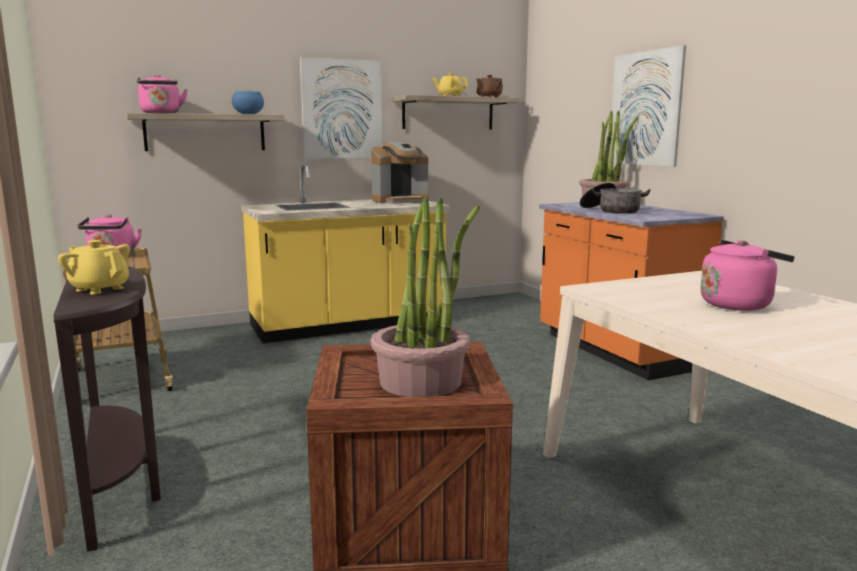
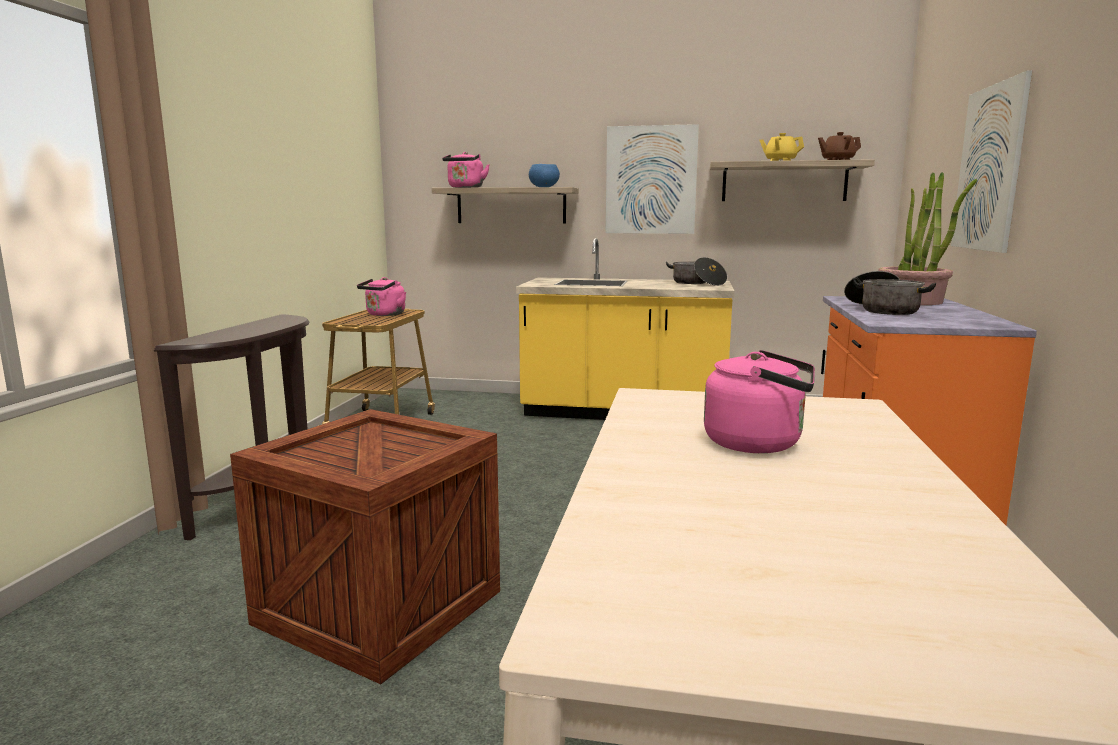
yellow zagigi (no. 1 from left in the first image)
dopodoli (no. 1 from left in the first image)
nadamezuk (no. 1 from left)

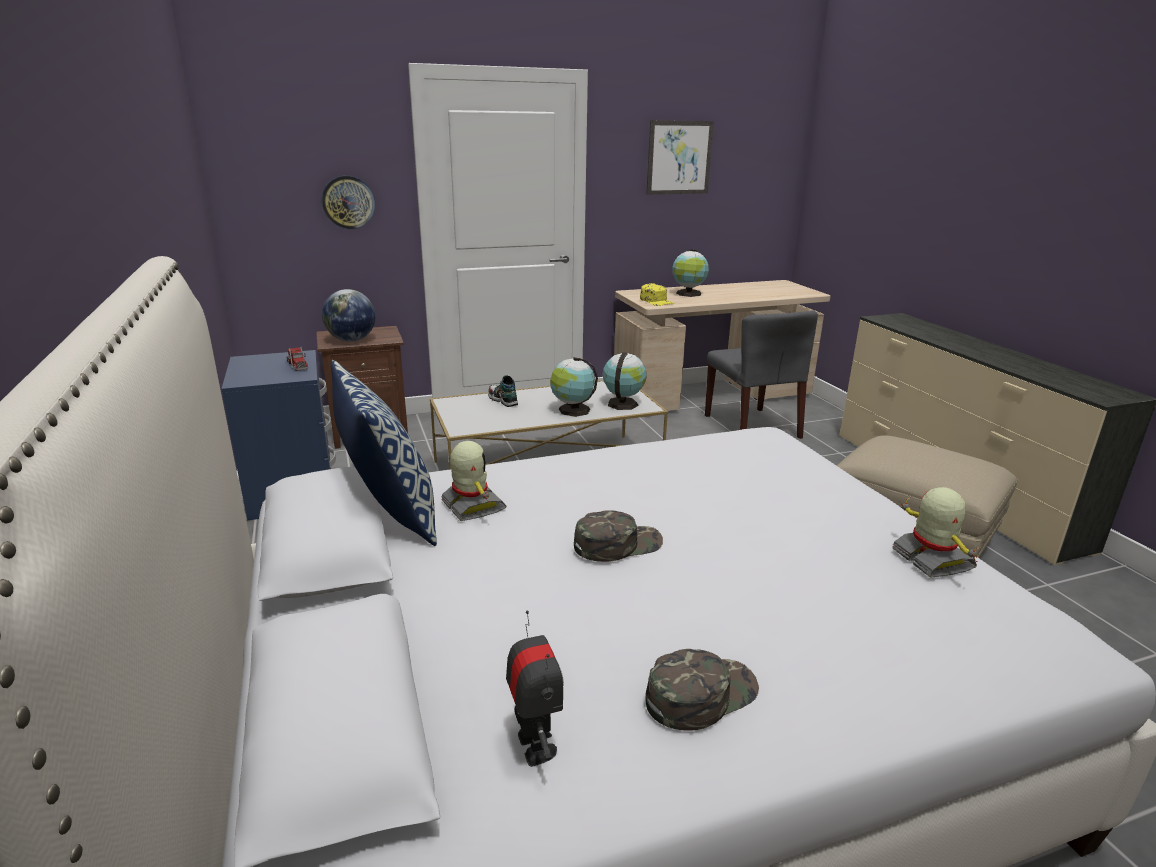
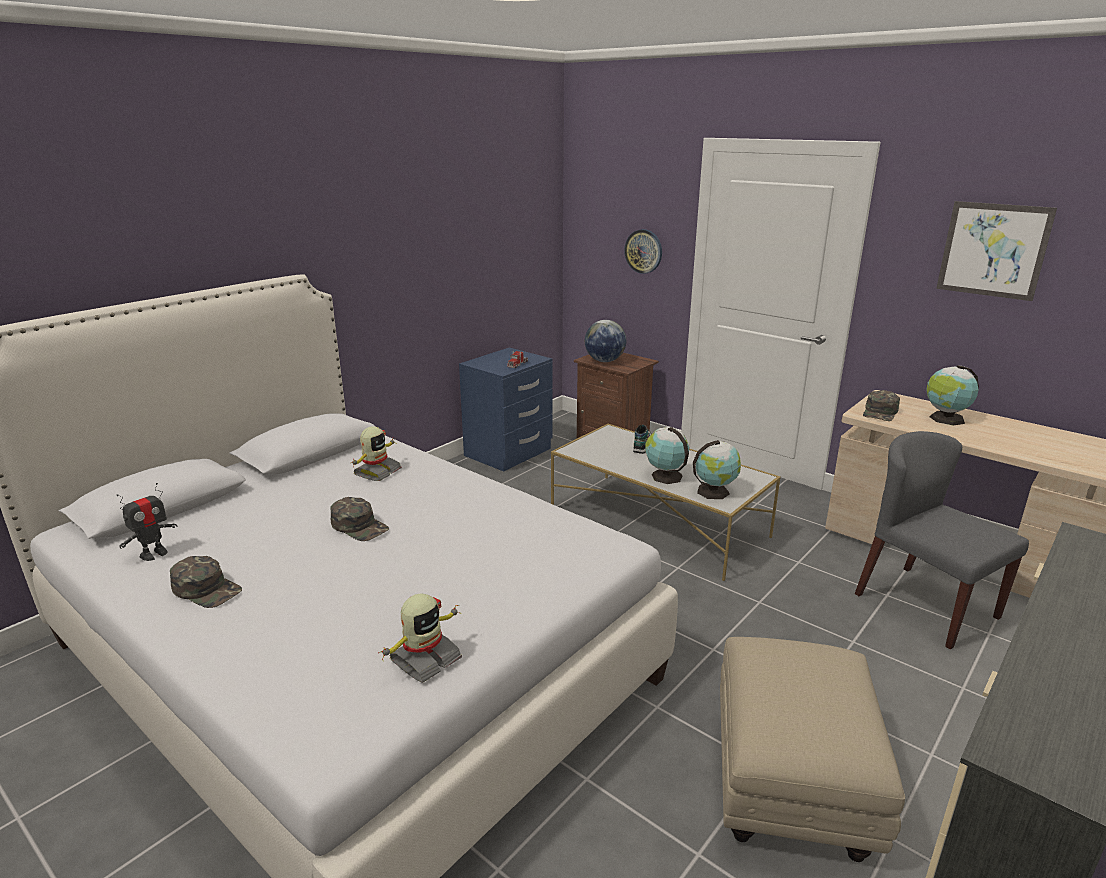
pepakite
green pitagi (no. 3 from left)
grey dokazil

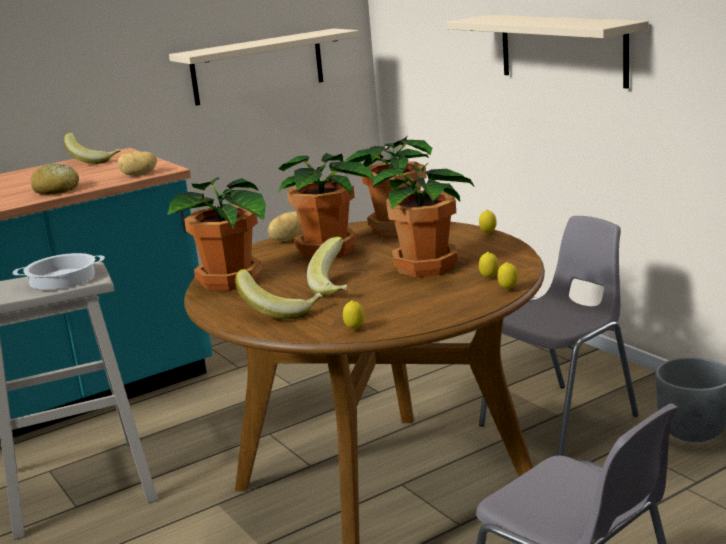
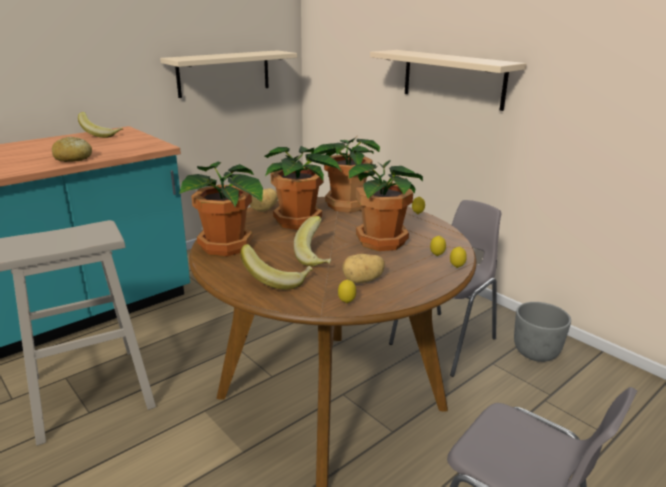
nadamezuk
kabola (no. 2 from left)

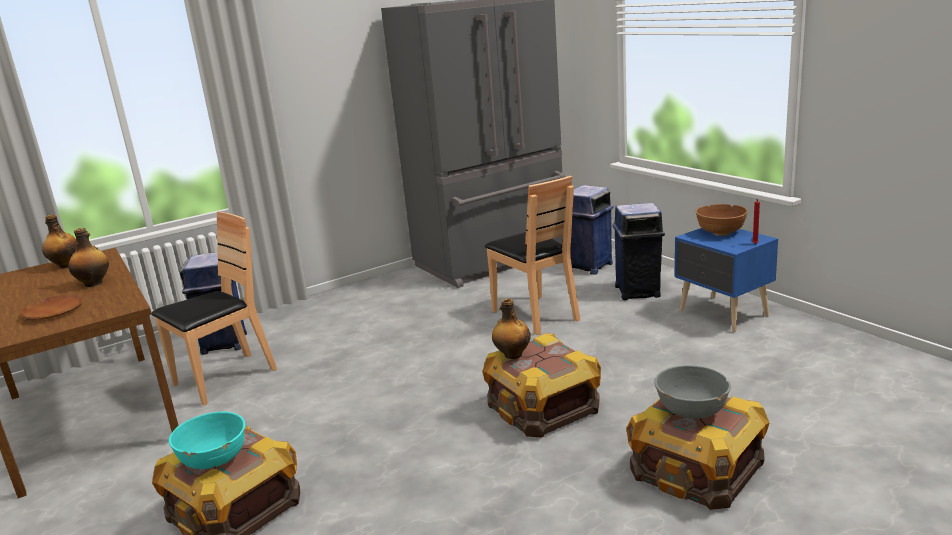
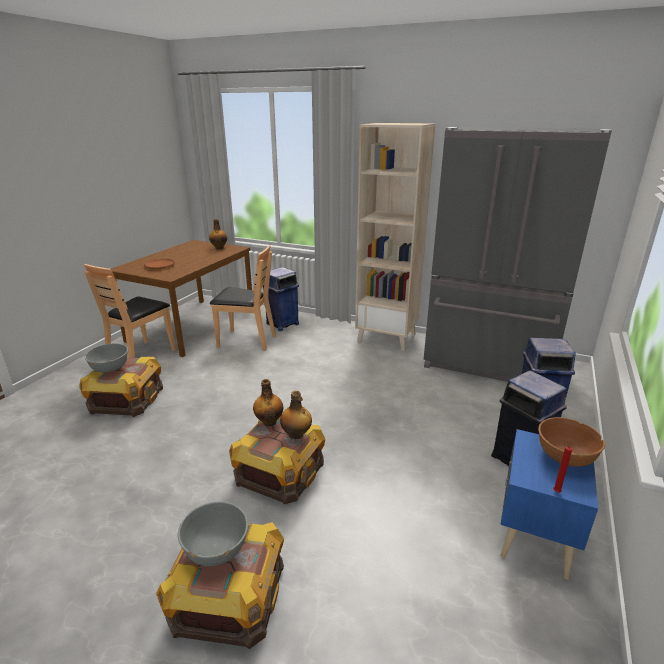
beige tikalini
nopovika (no. 3 from left)
brown dokazil (no. 1 from left)
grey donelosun (no. 1 from left)

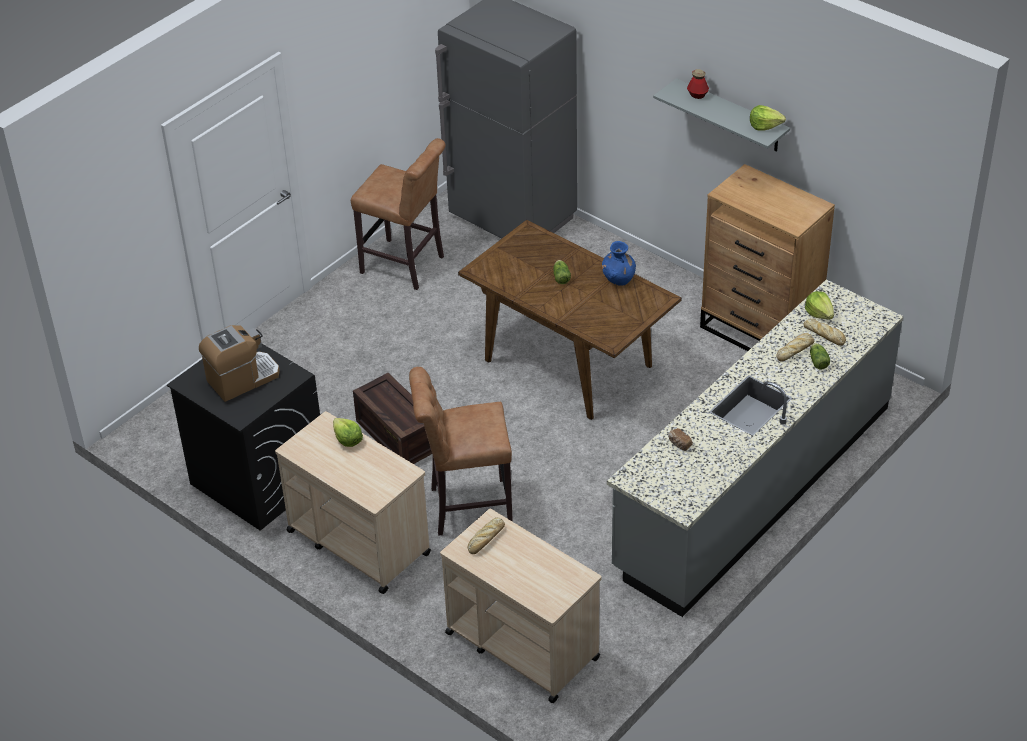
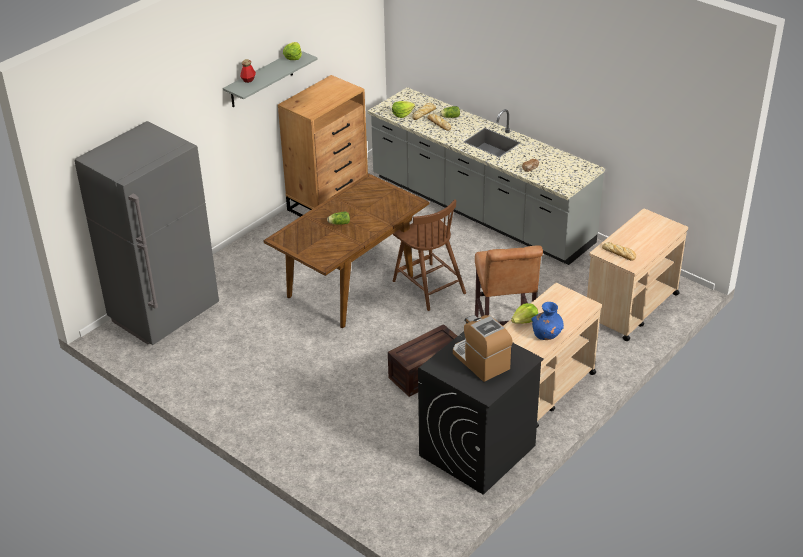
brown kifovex (no. 1 from left in the first image)
brown dokazil
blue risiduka

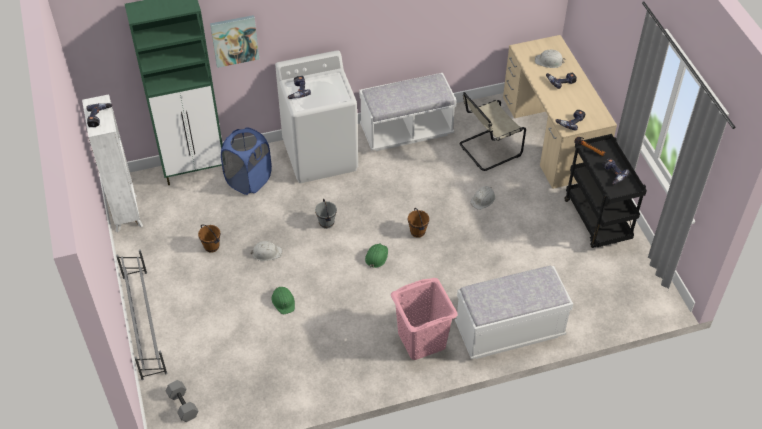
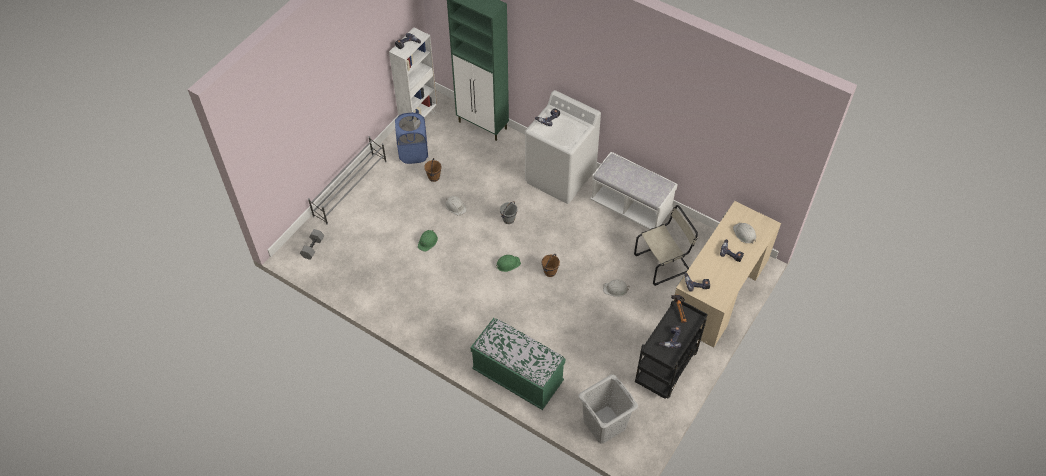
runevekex
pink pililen
grey pililen
blue pililen
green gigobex
beige dokazil

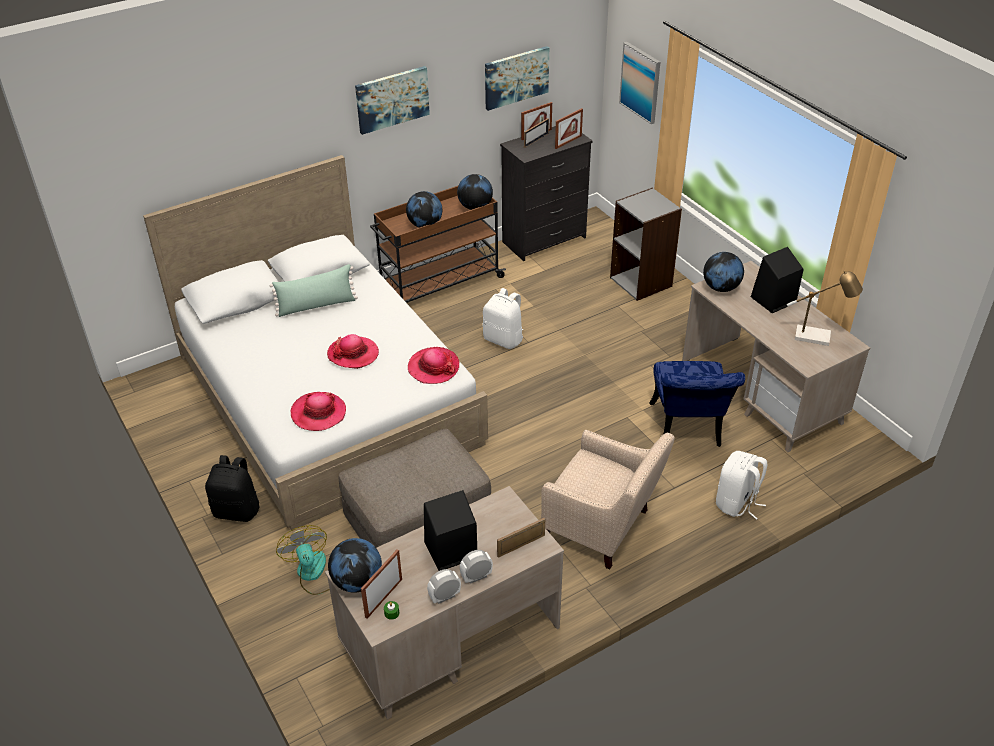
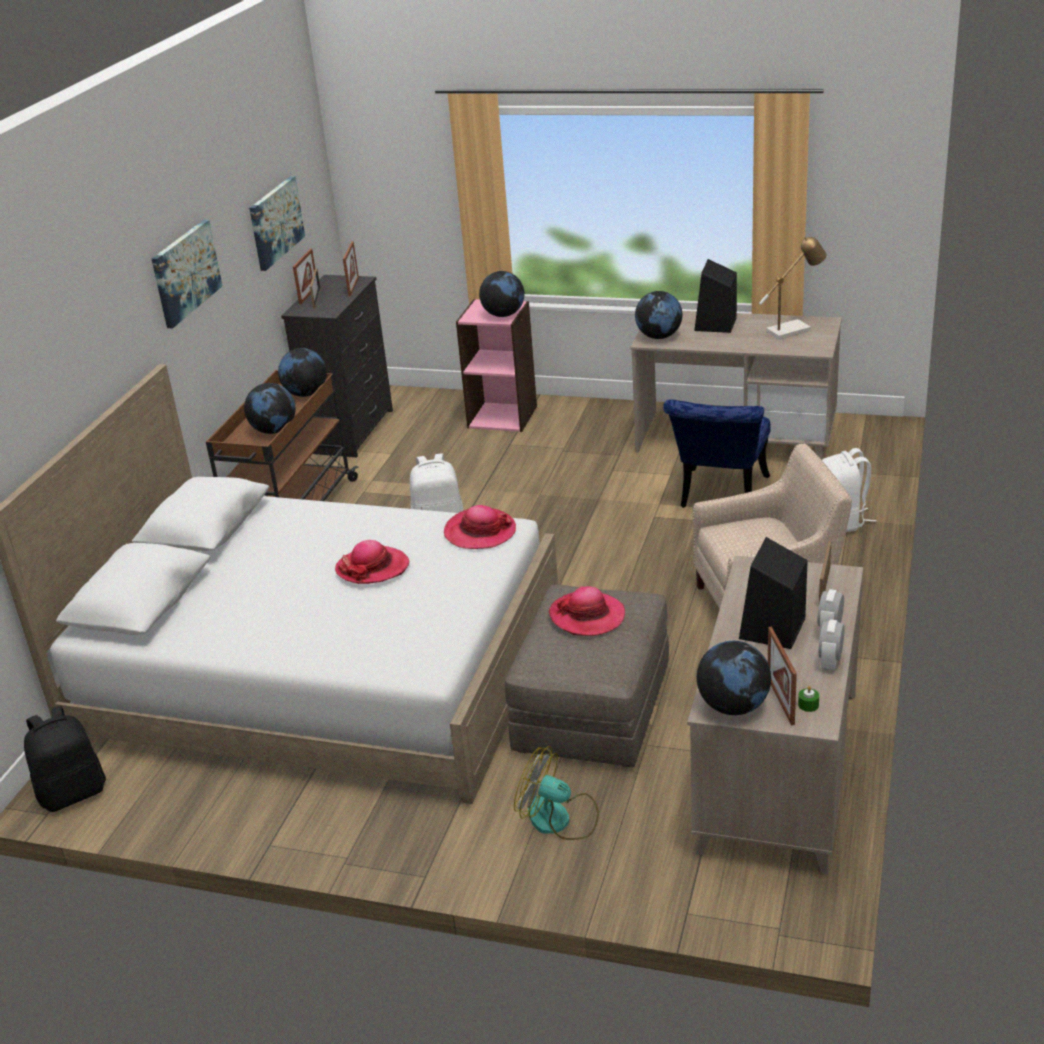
green pepakite
runevekex (no. 3 from left in the first image)
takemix (no. 3 from left)
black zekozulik
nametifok (no. 3 from left)
pink tikalini
blue dokazil

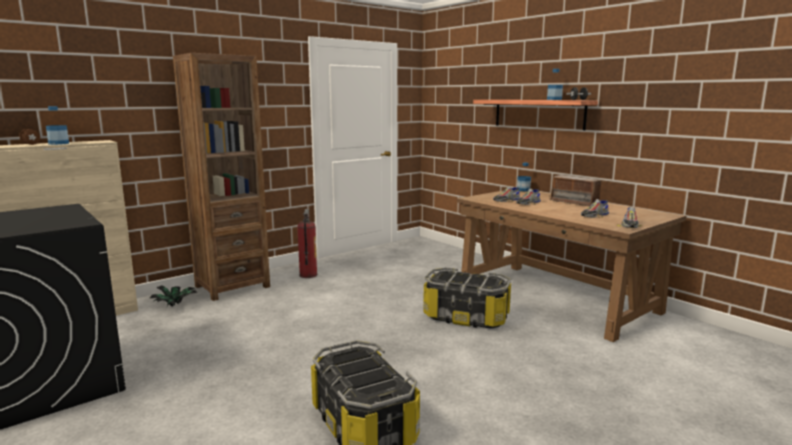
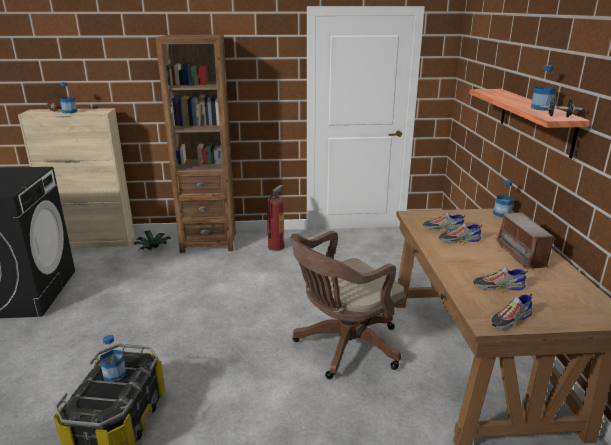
nopovika (no. 2 from left)
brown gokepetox

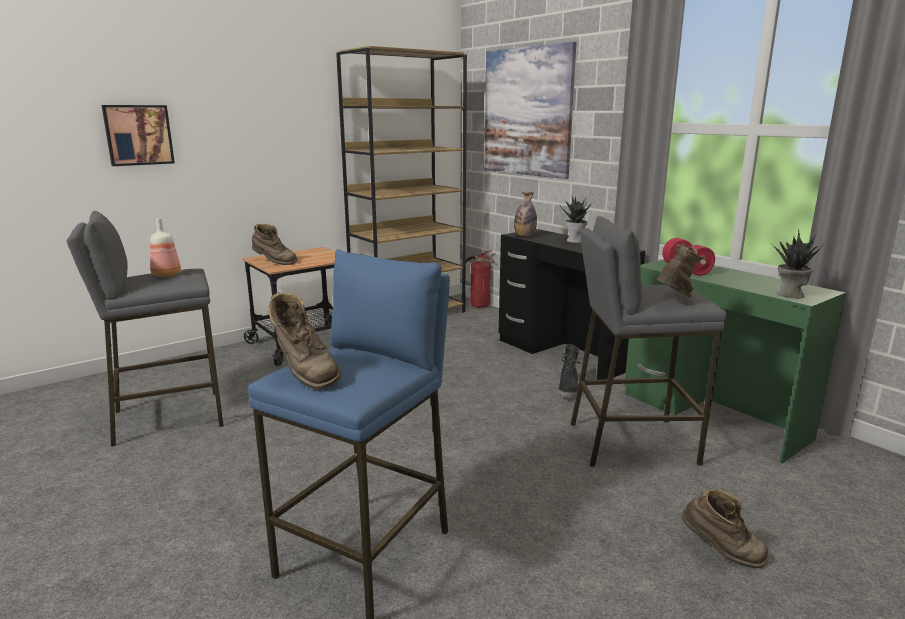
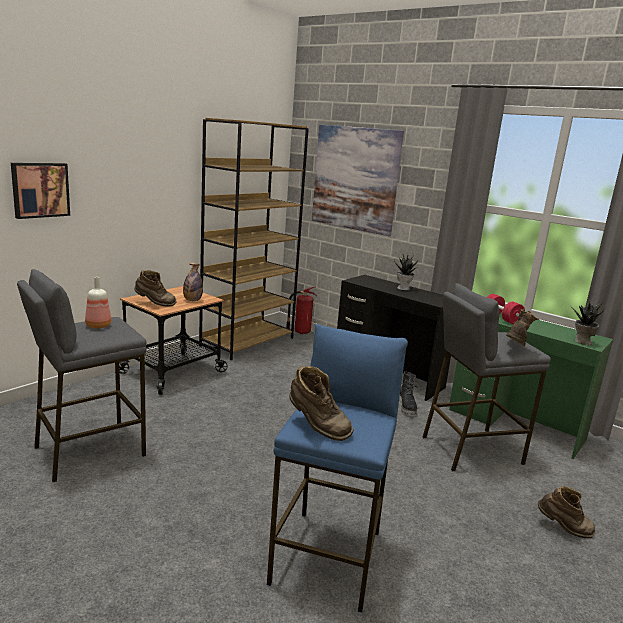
nopovika (no. 2 from left)

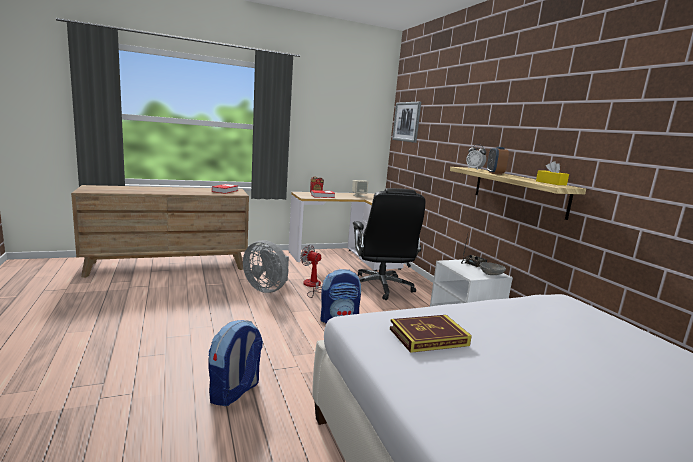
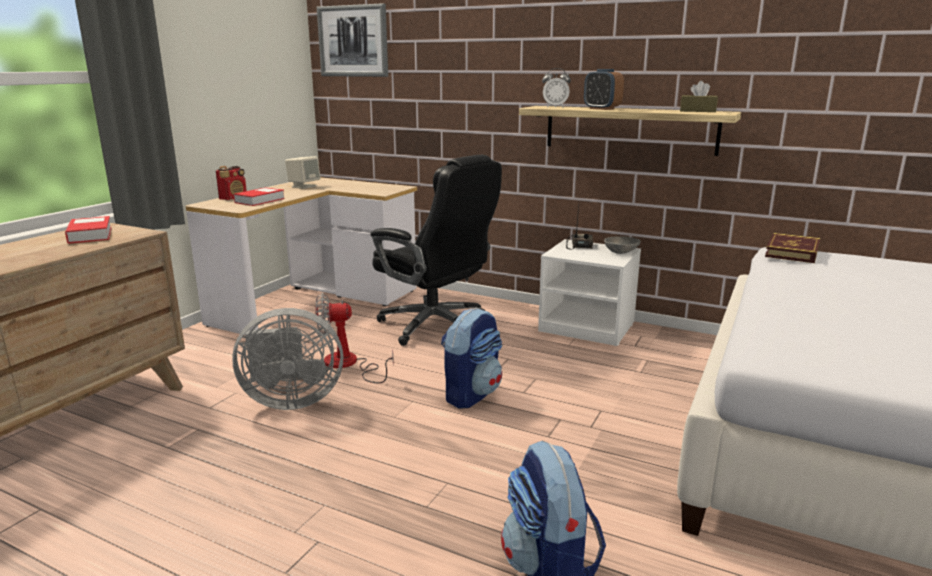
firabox (no. 3 from left)
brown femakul

